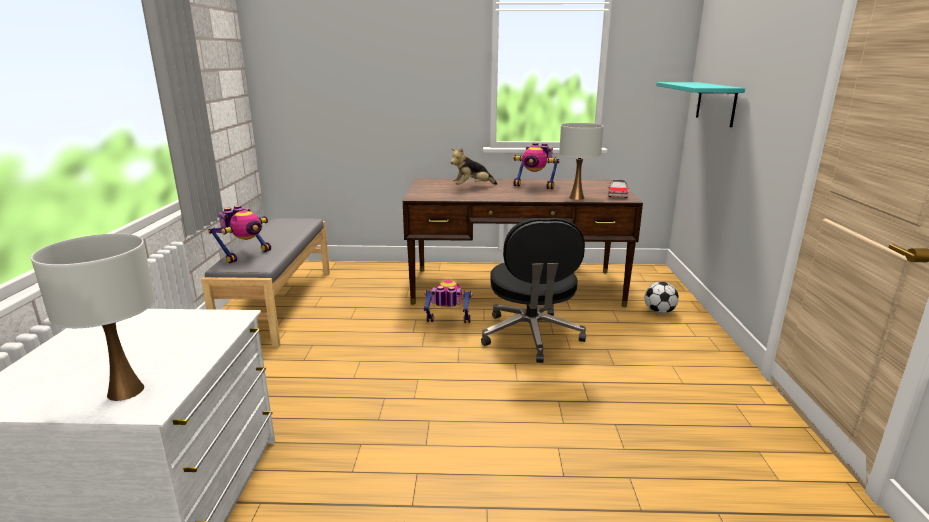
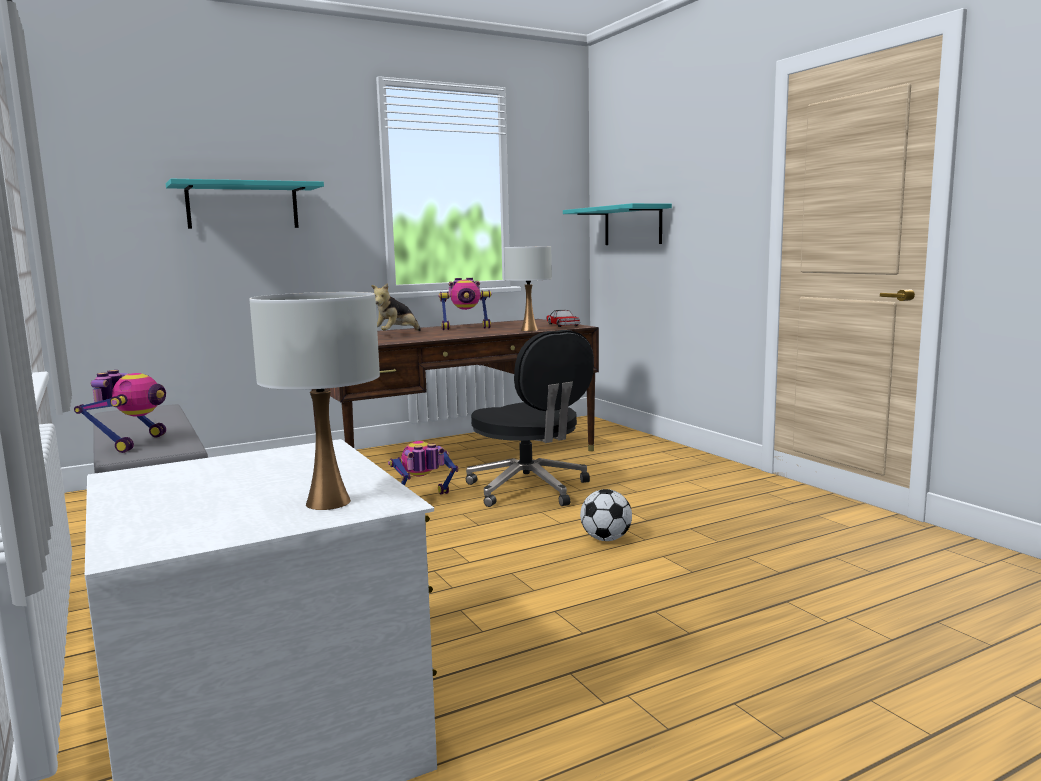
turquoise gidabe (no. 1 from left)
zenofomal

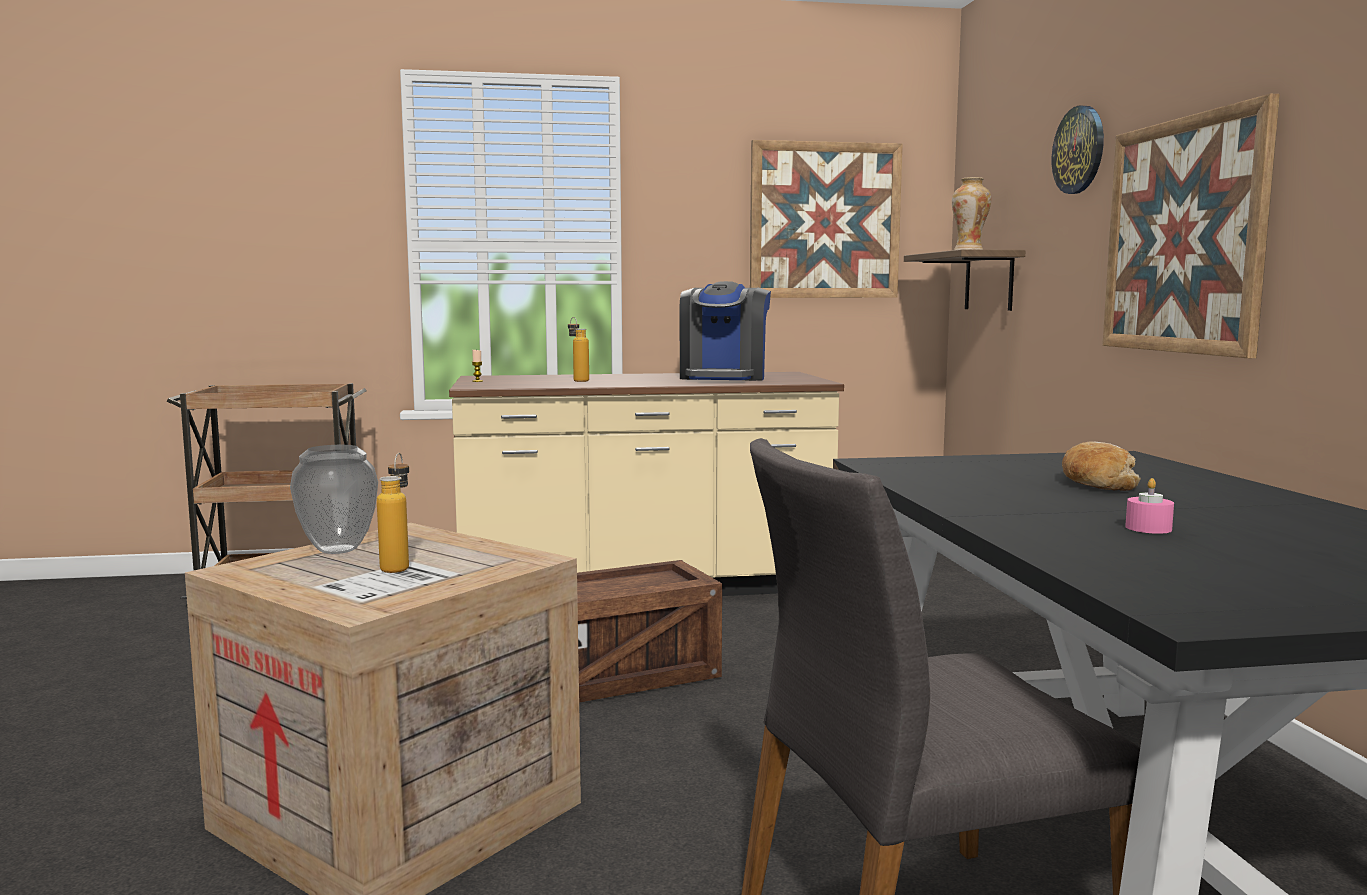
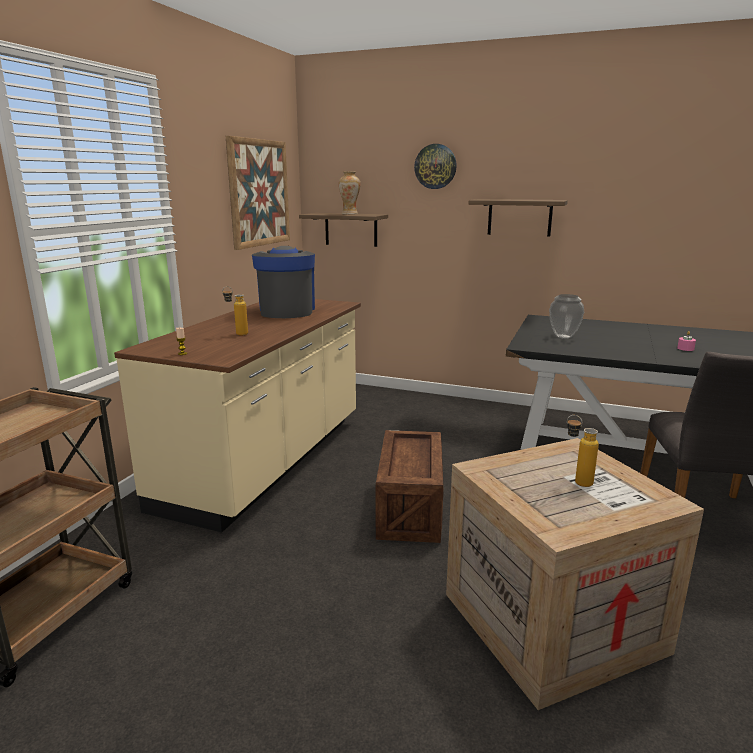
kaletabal
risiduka (no. 2 from left)
gidabe (no. 2 from left)
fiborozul

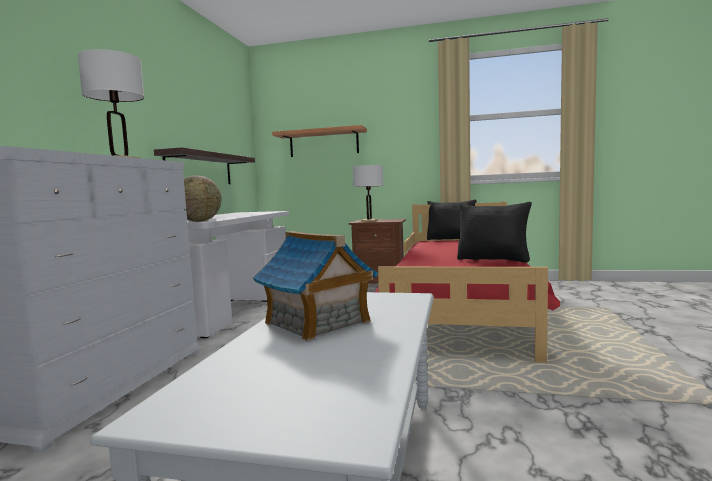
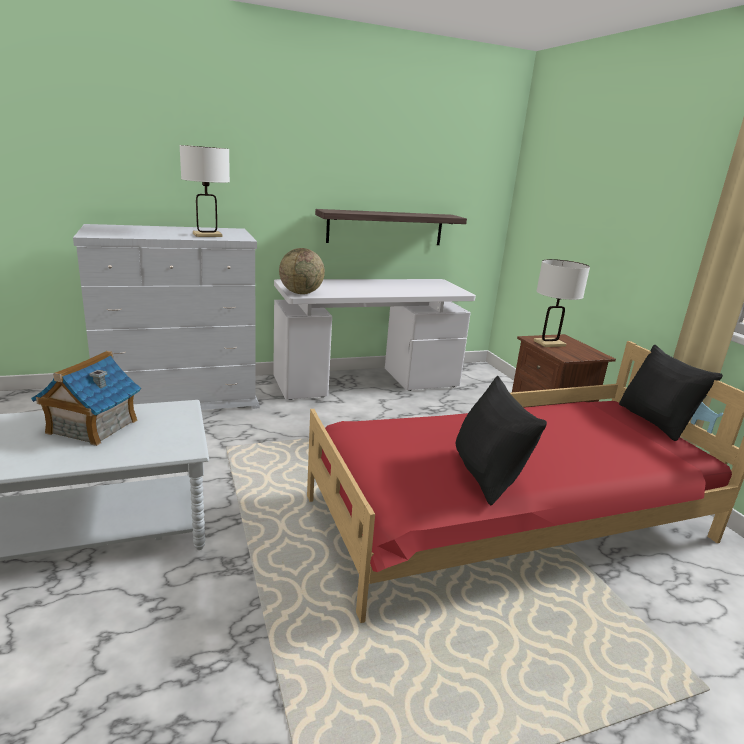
gidabe (no. 2 from left in the first image)

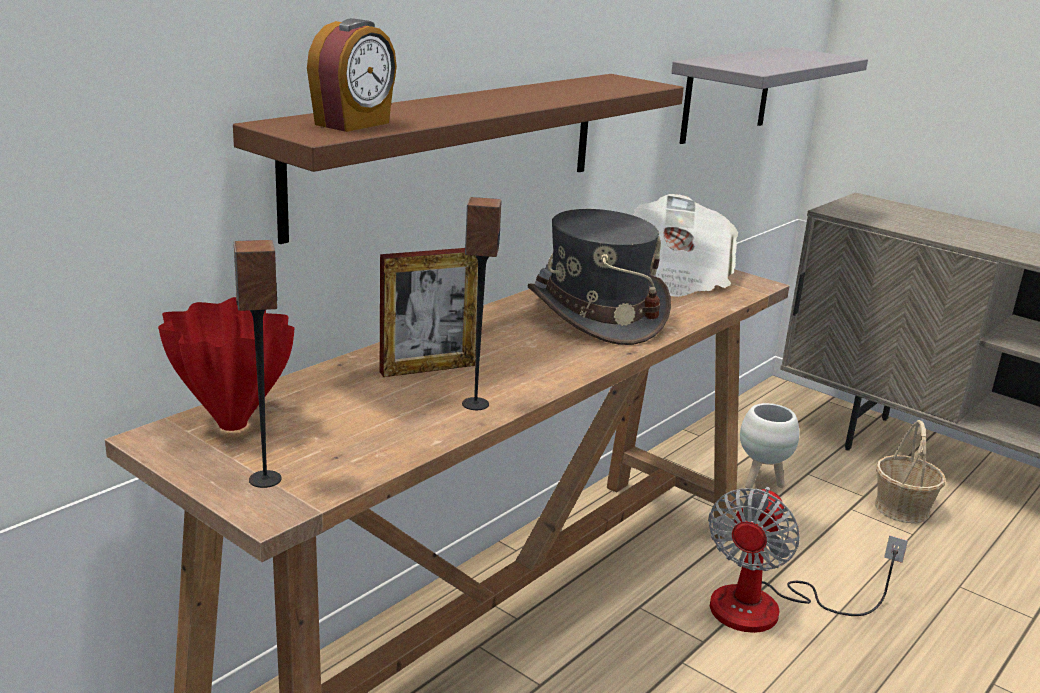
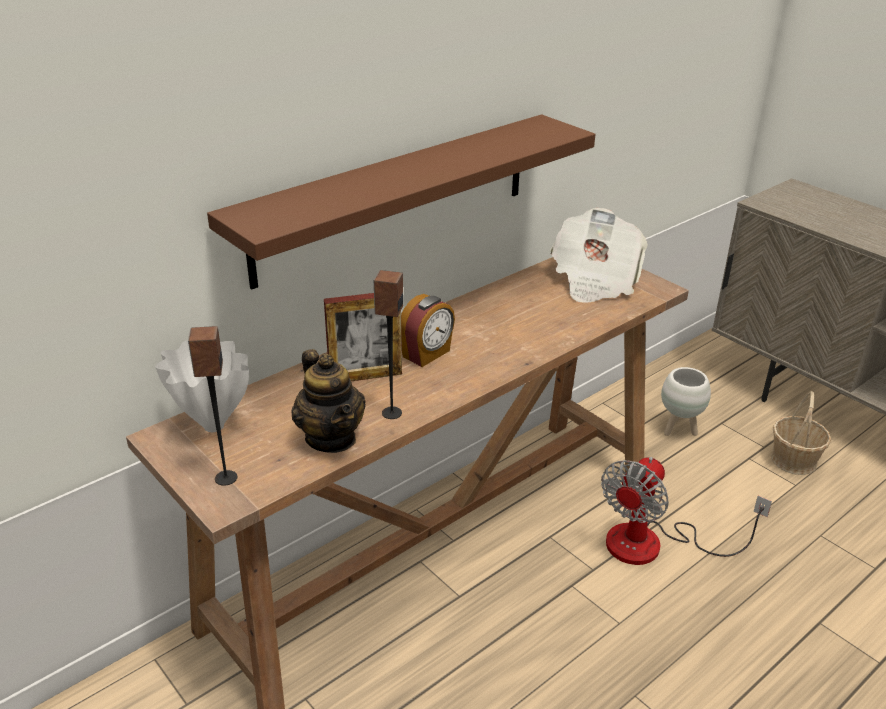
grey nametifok
grey gidabe
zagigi
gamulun
white risiduka

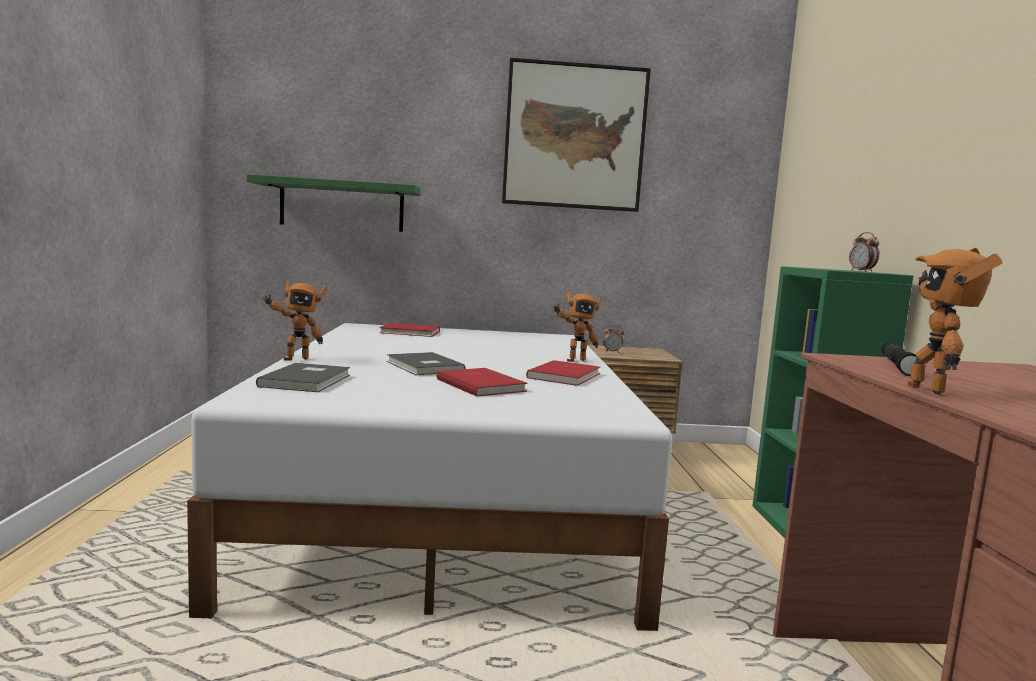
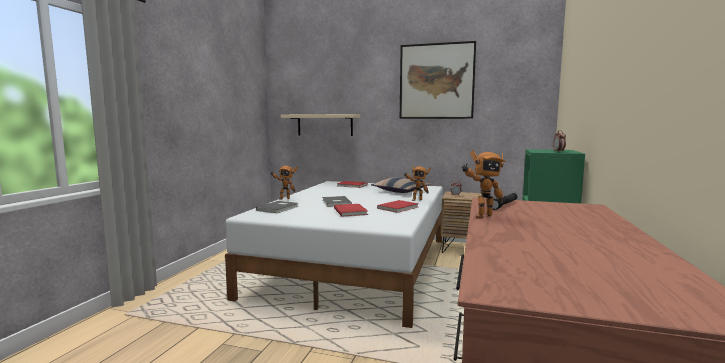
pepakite
beige gidabe
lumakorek (no. 3 from left)

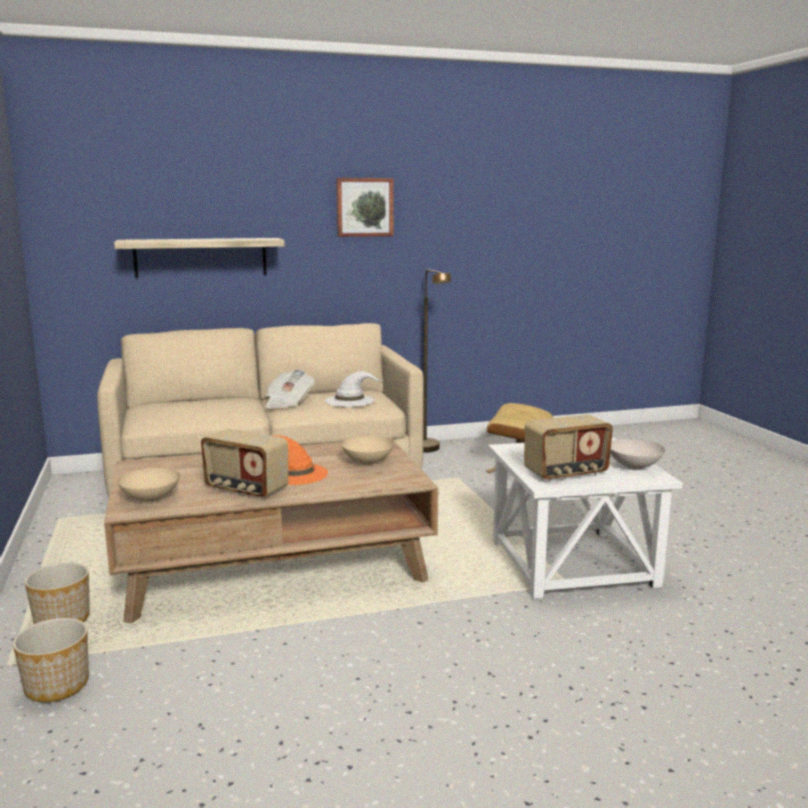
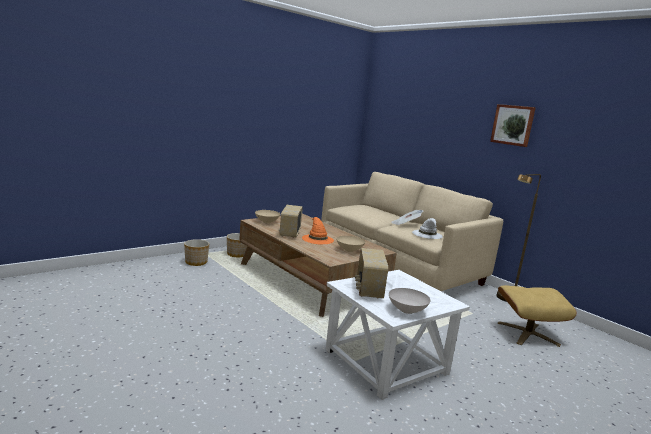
gidabe
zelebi (no. 2 from left)

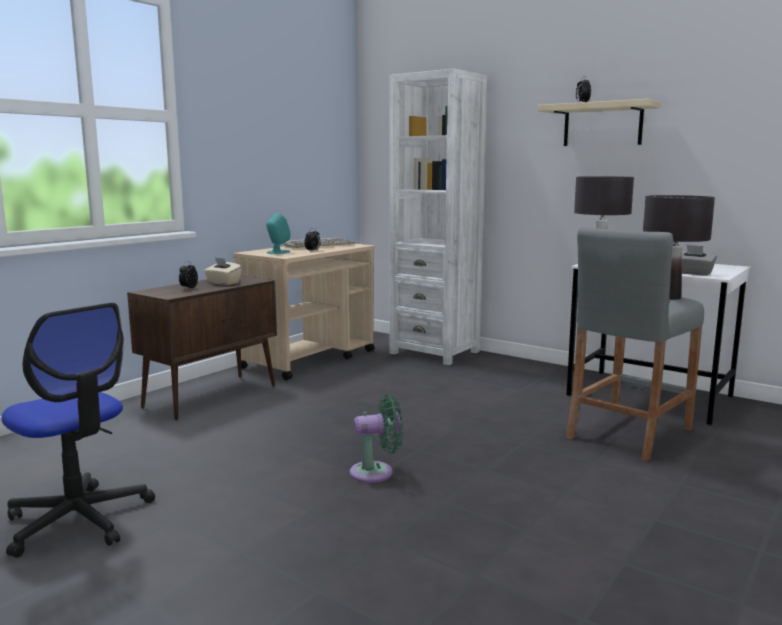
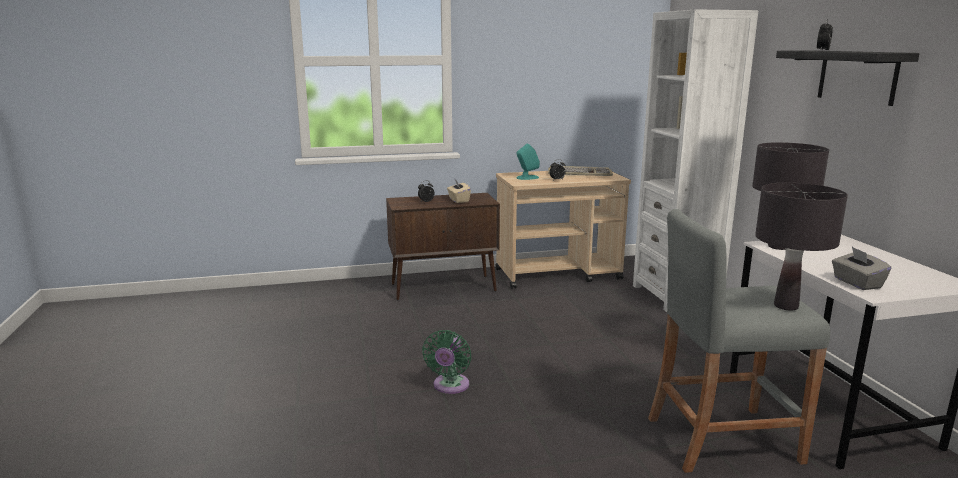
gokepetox
black gidabe
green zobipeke

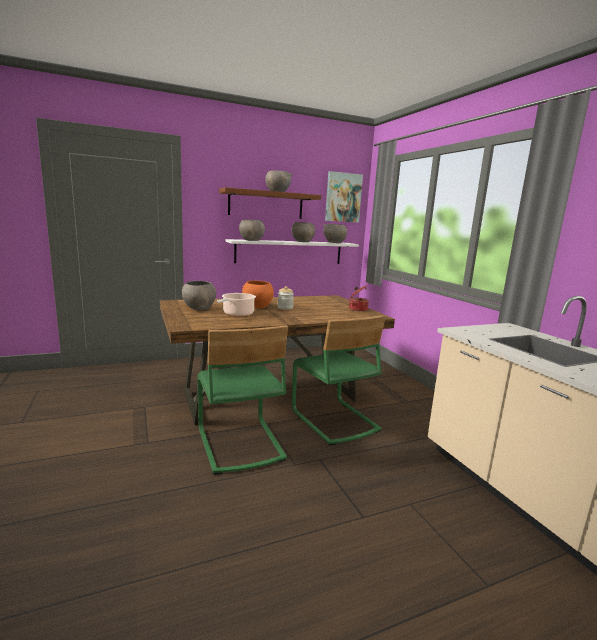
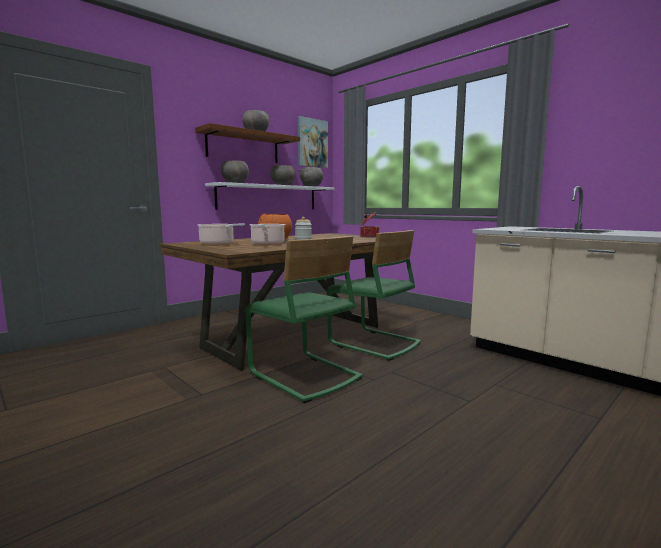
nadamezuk (no. 1 from left)

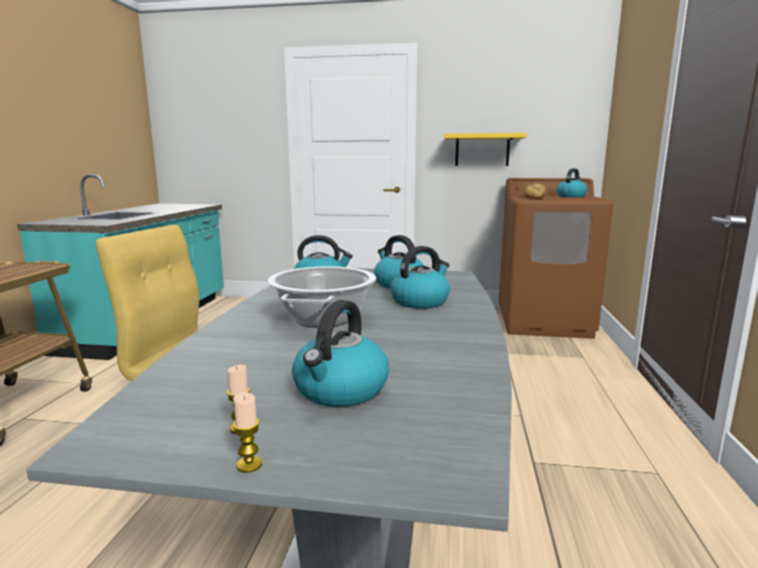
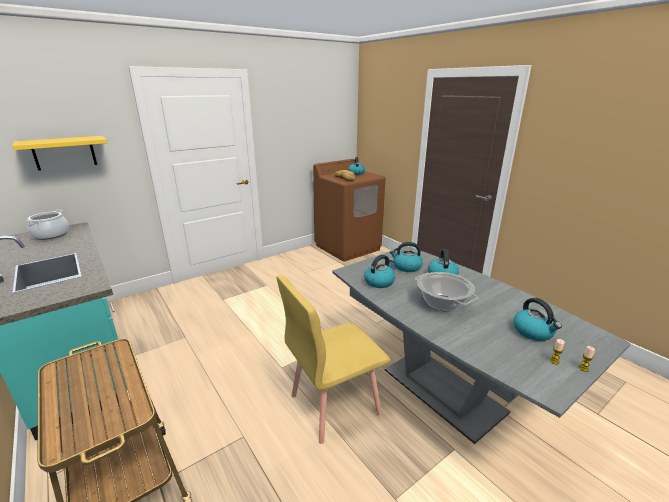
nadamezuk (no. 1 from left)
yellow gidabe

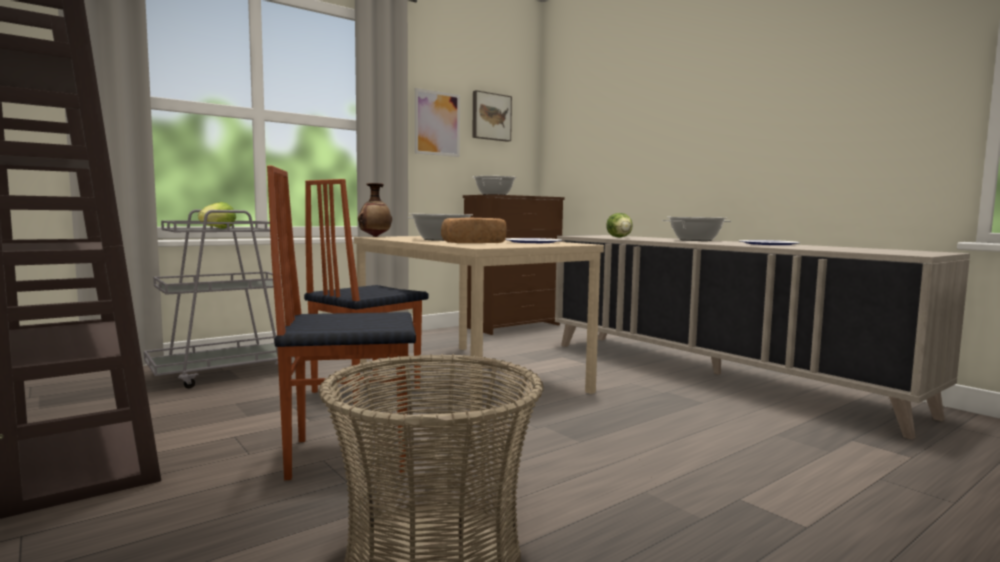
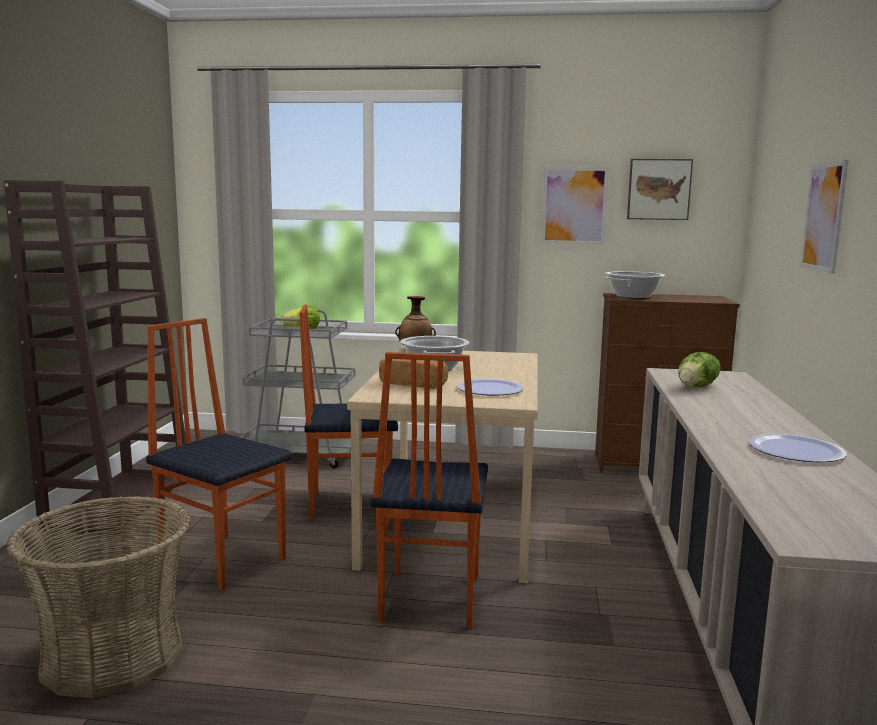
nadamezuk (no. 3 from left in the first image)
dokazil (no. 3 from left)
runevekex (no. 3 from left)

